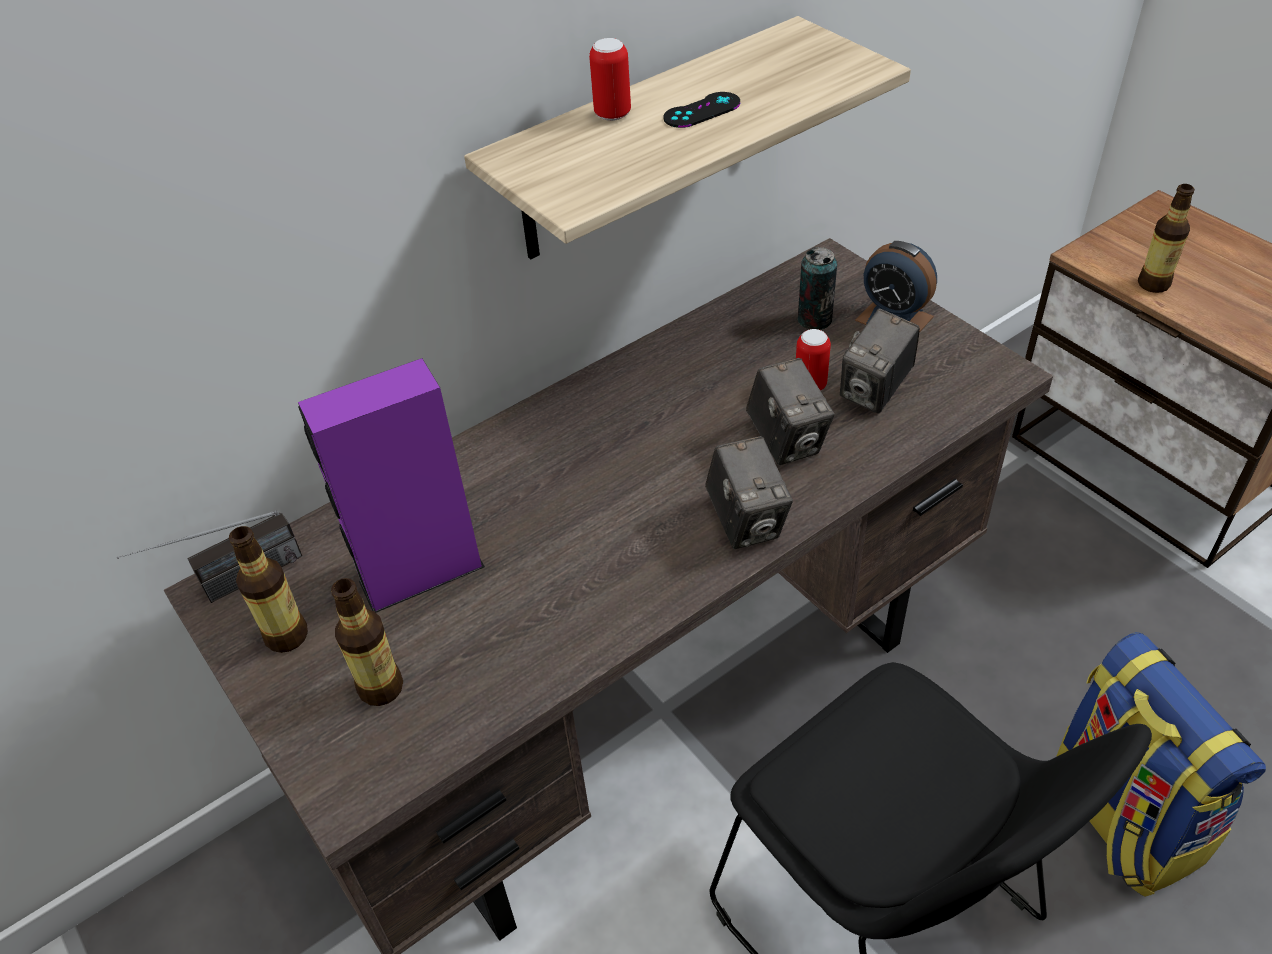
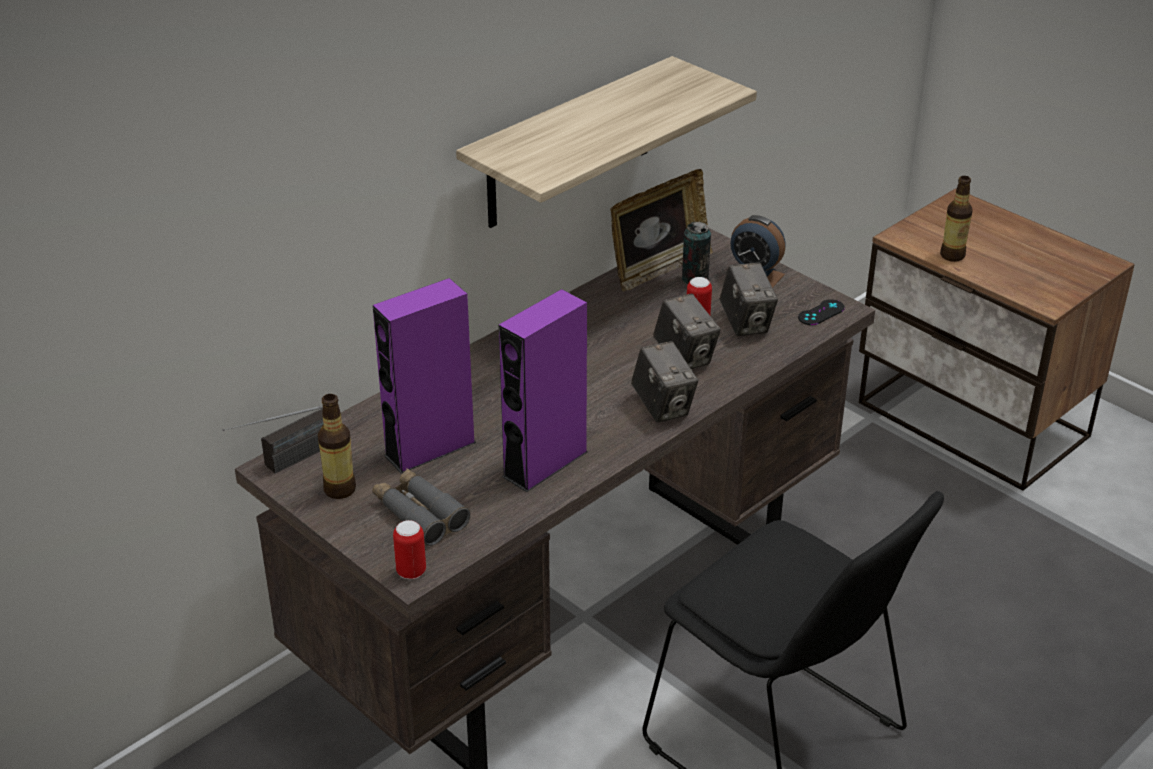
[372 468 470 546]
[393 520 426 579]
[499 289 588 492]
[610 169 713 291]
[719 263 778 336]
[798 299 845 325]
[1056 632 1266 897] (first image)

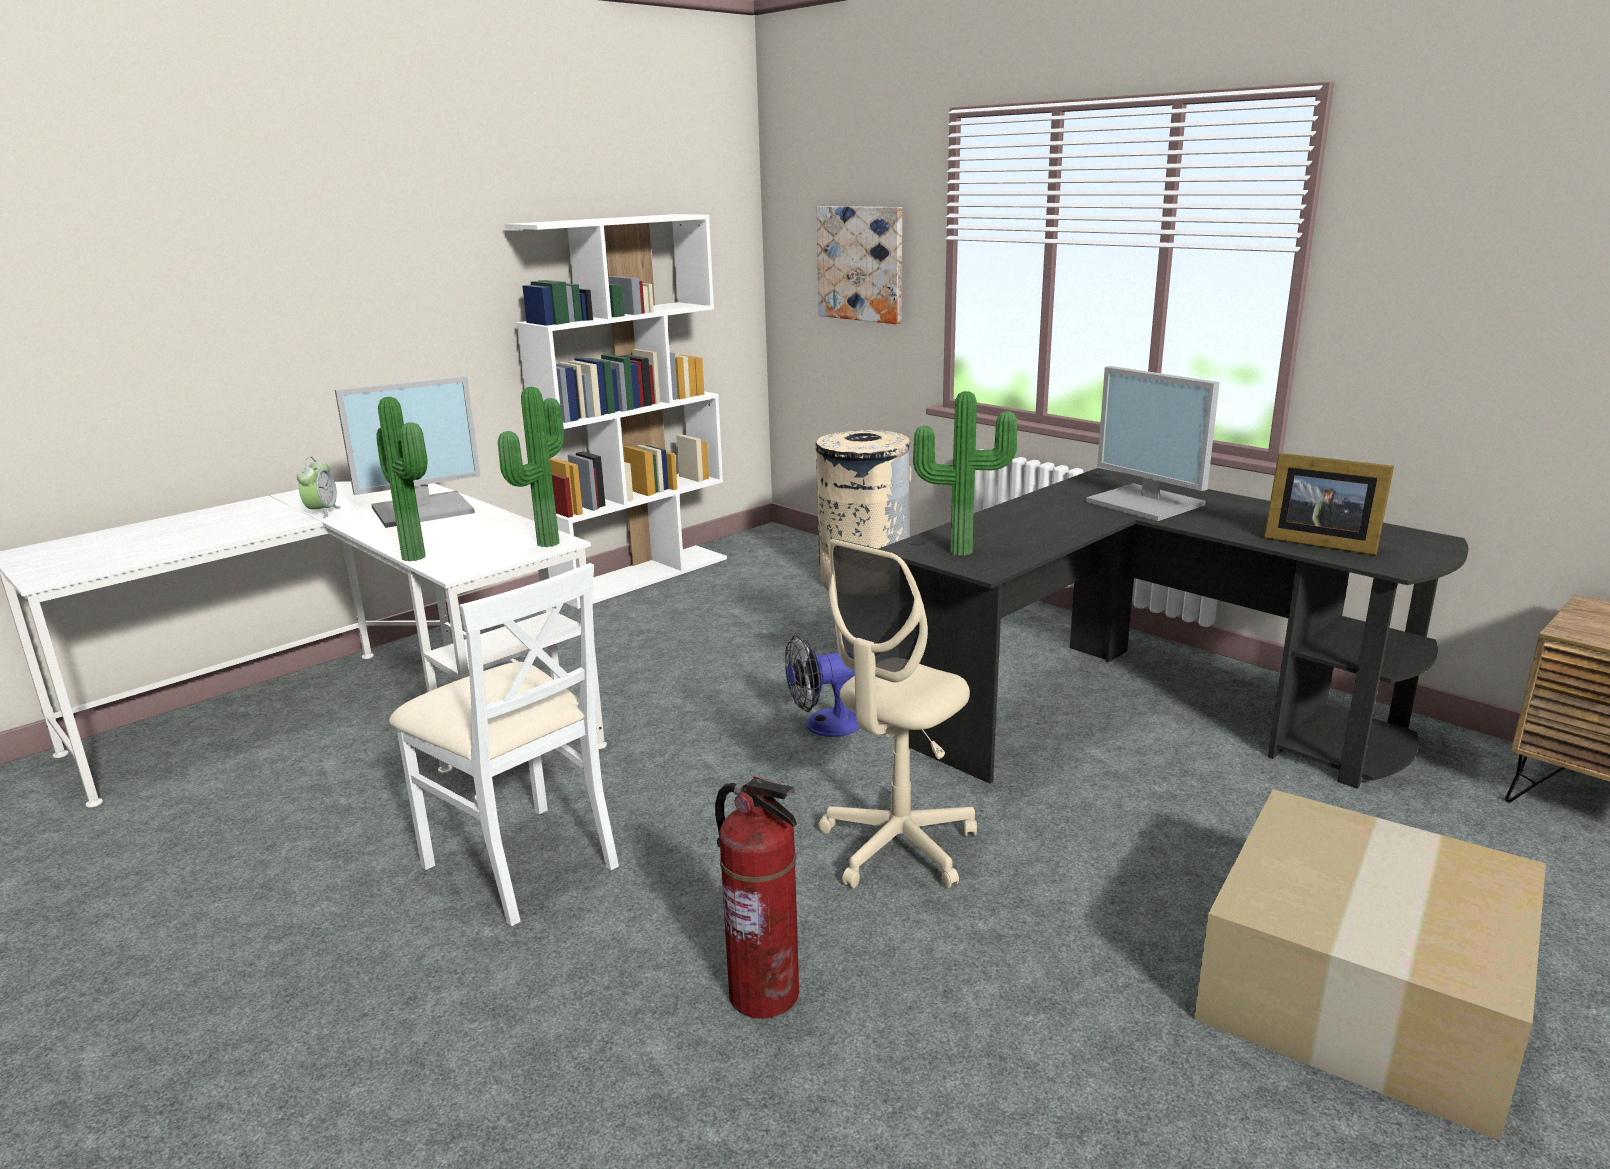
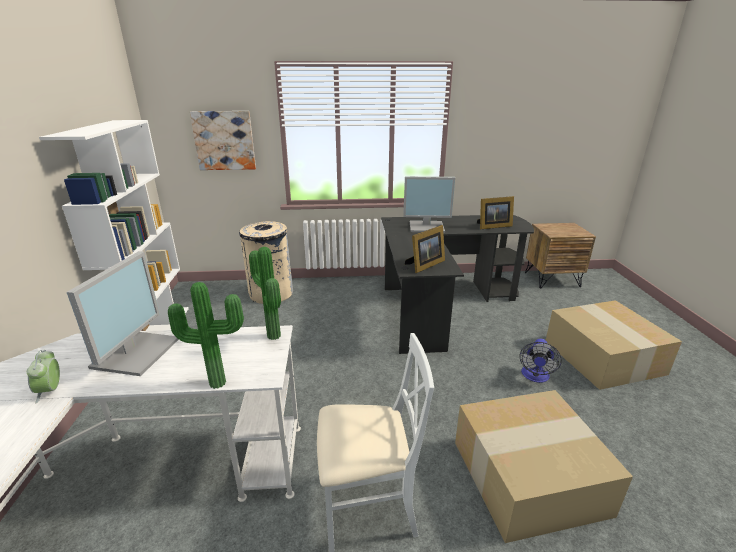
[27 350 60 403]
[405 225 445 273]
[455 390 633 543]
[520 339 562 383]
[819 539 977 889] (first image)

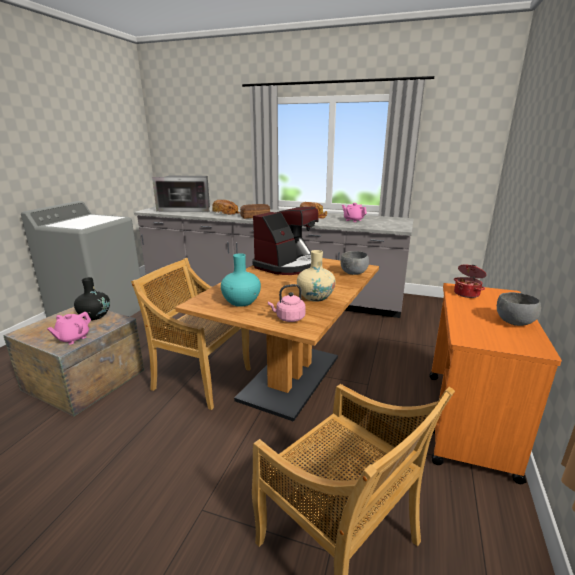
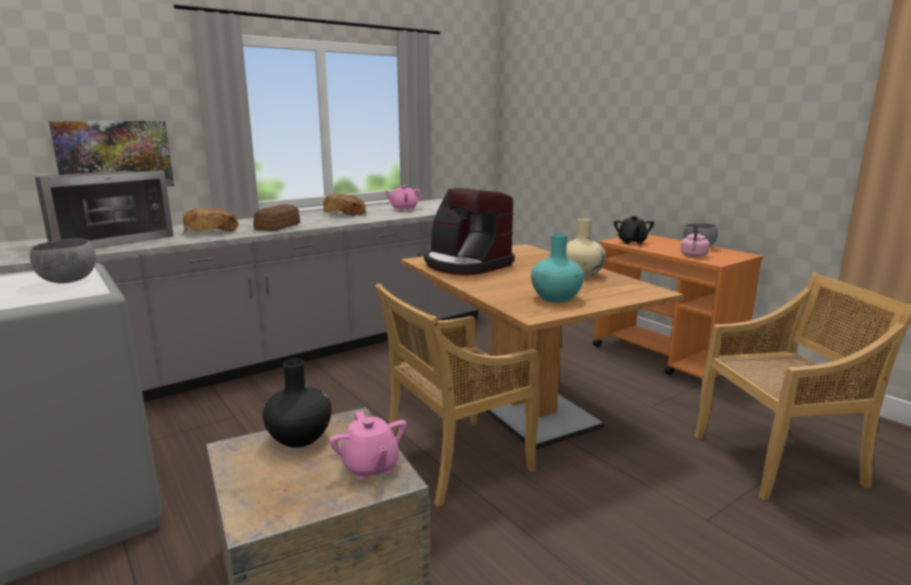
[30 239 96 283]
[49 121 174 186]
[424 188 515 275]
[614 216 654 244]
[680 222 710 257]

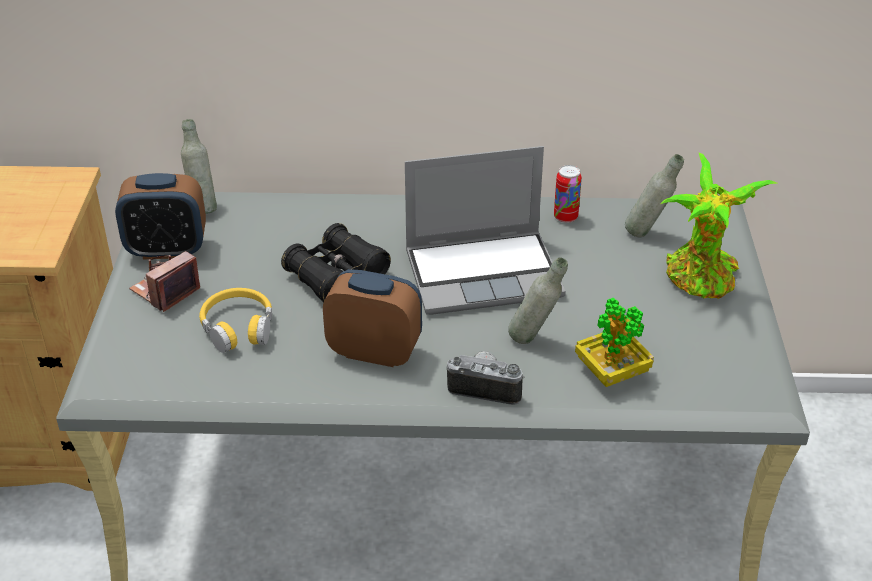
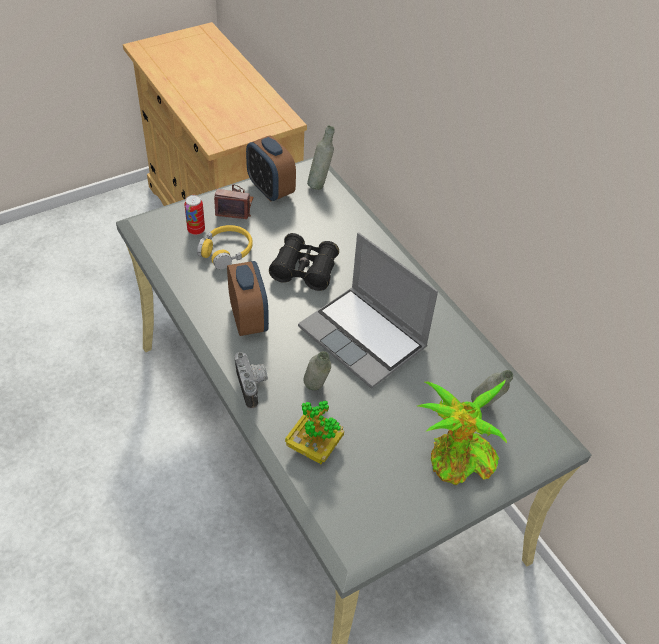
[185 195 205 235]

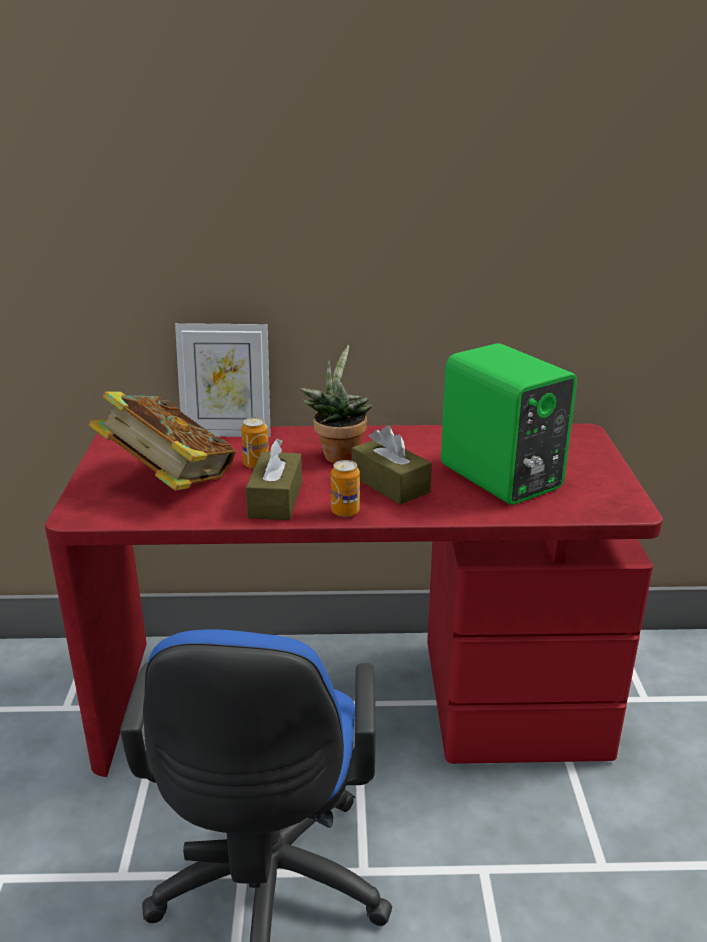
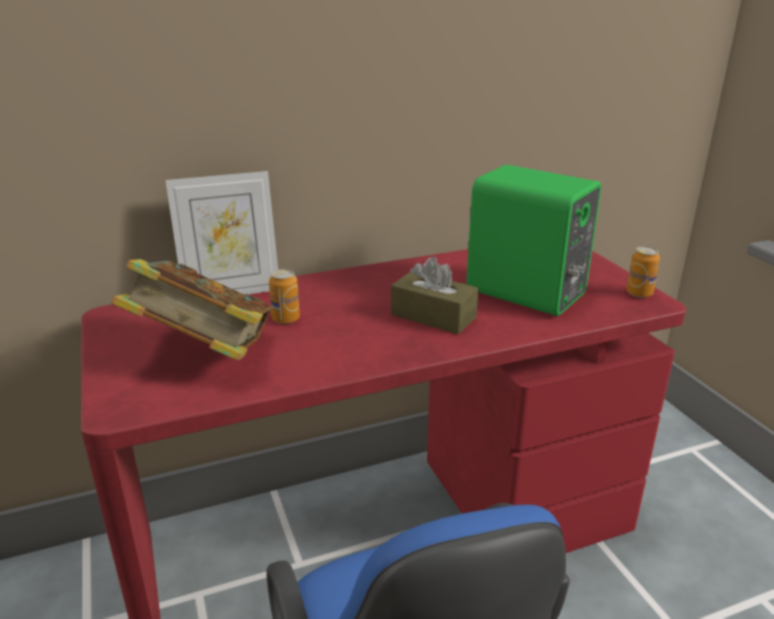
[626 246 660 298]
[246 438 302 520] (first image)
[300 345 372 463] (first image)

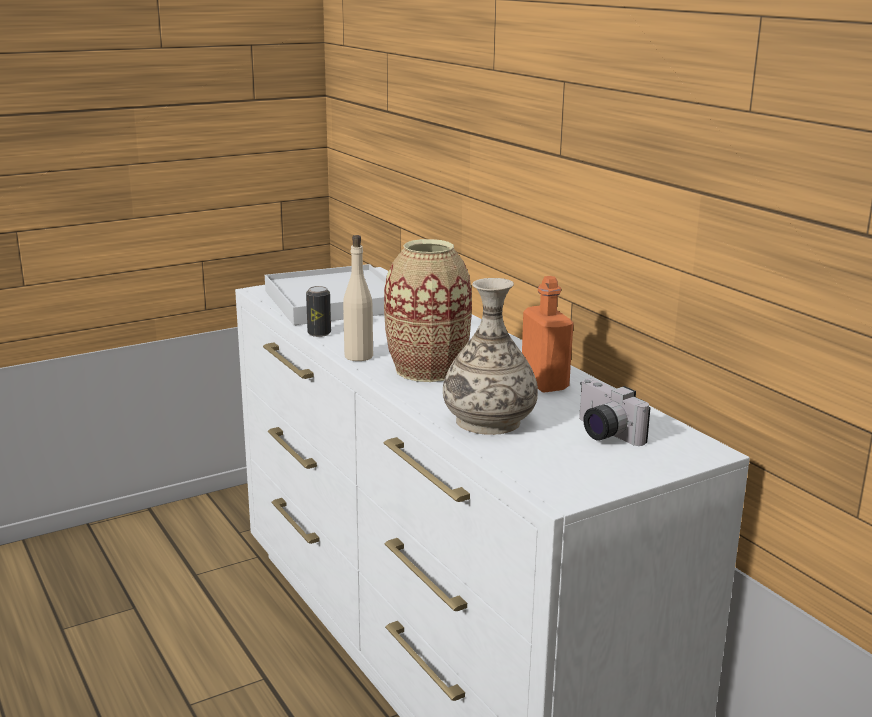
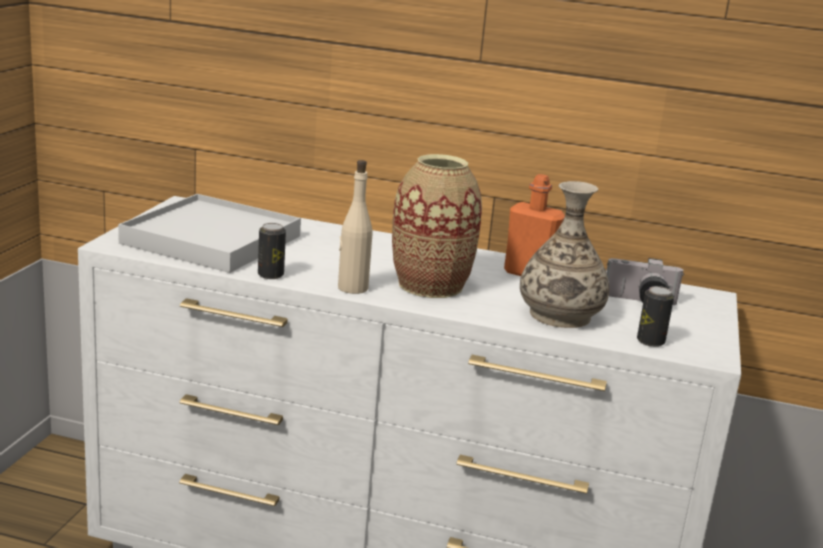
[637 286 674 347]

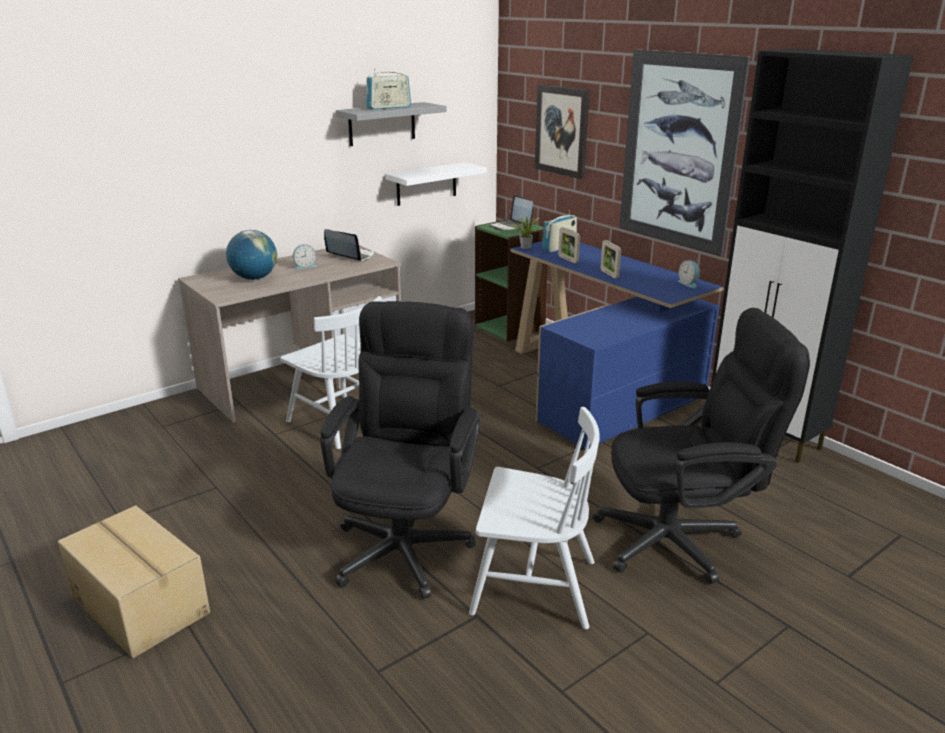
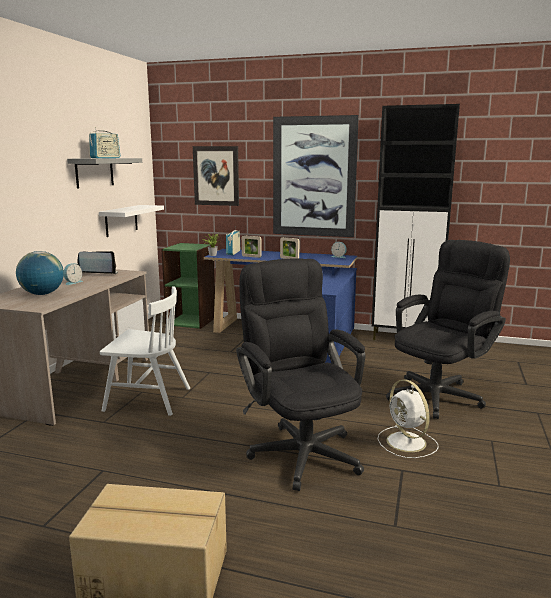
[378 379 439 458]
[489 195 533 231] (first image)

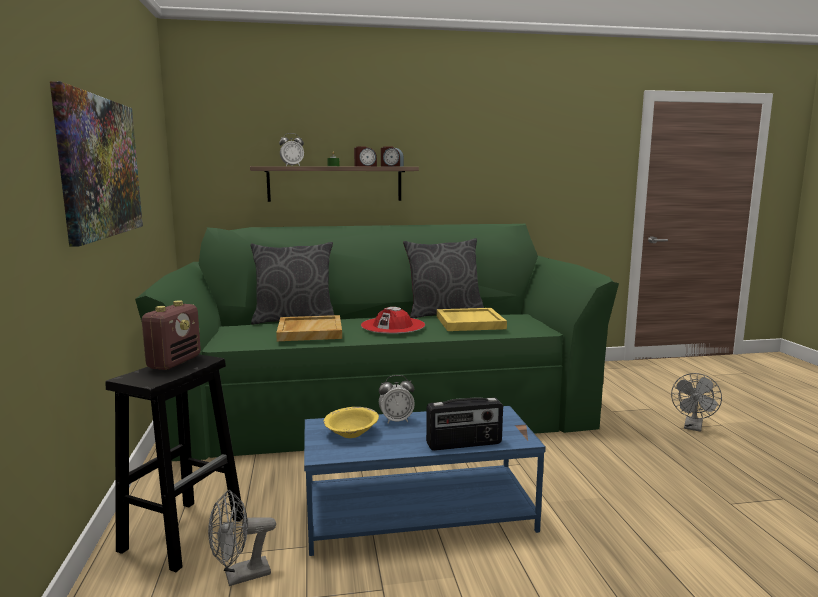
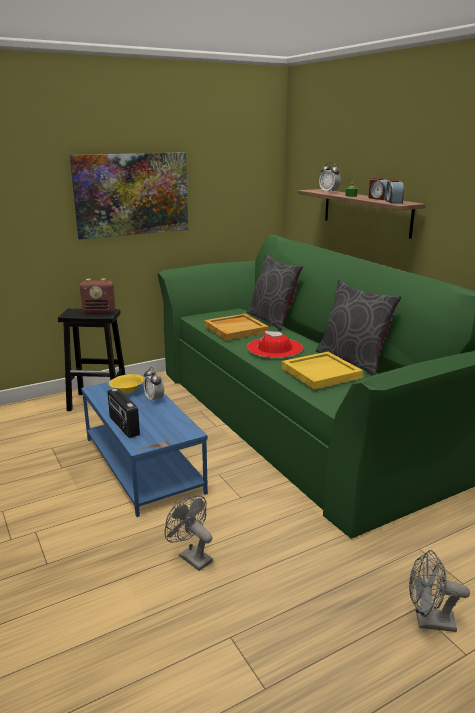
[164 495 213 571]

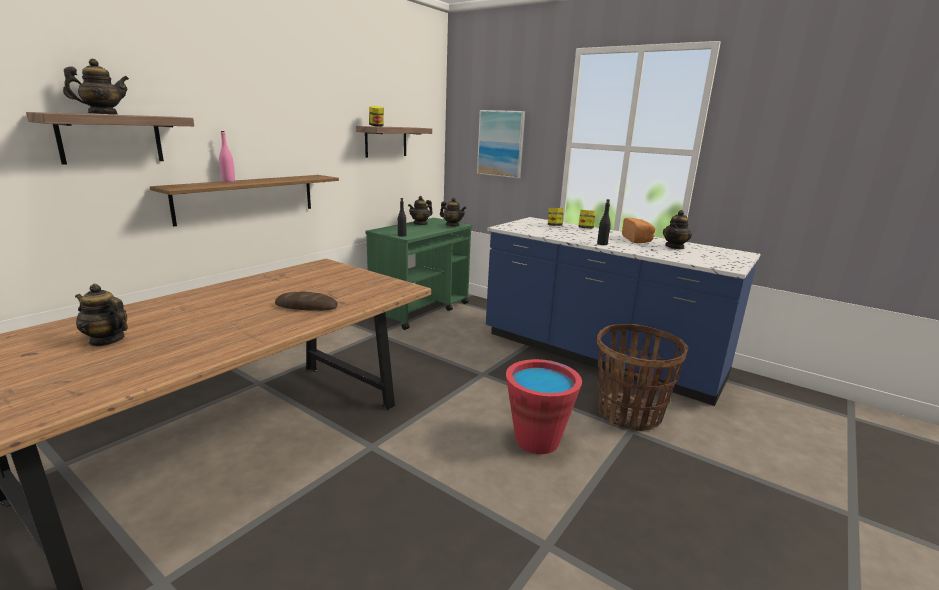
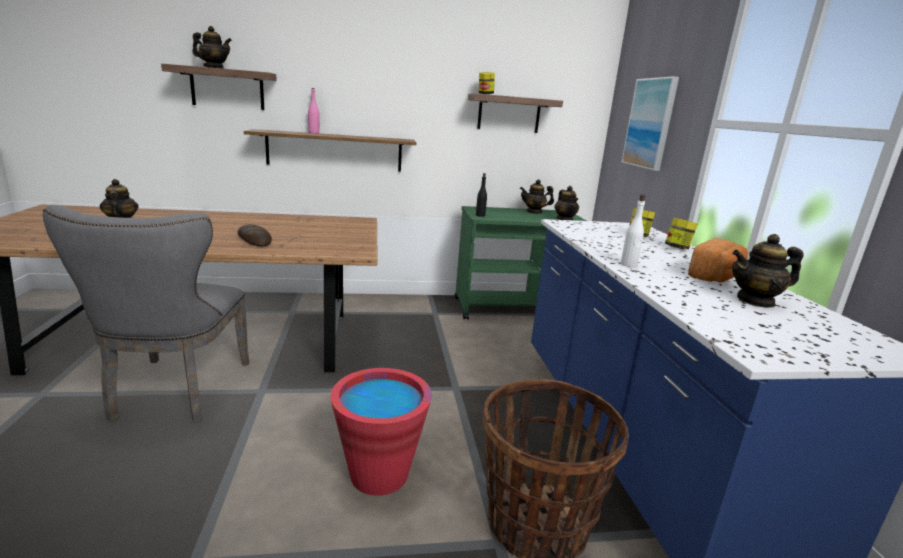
[43 205 249 423]
[621 195 645 267]

